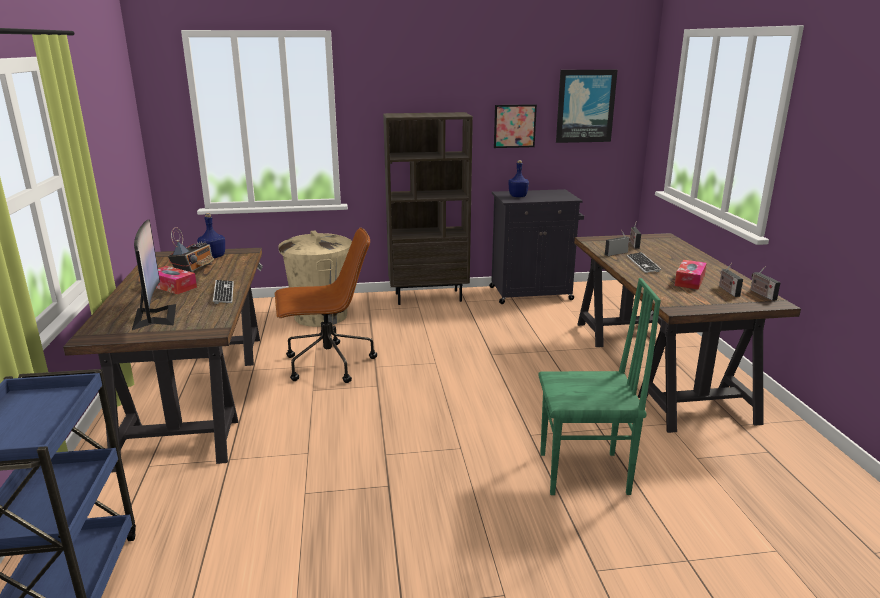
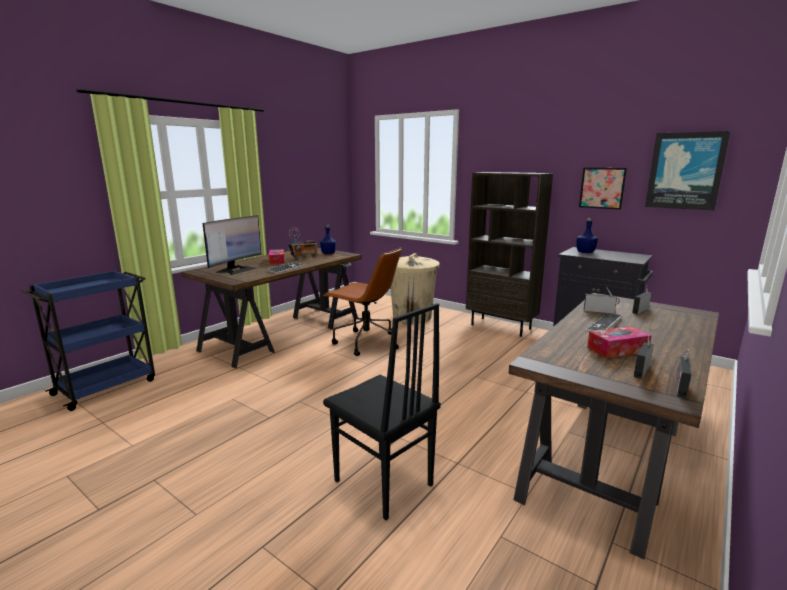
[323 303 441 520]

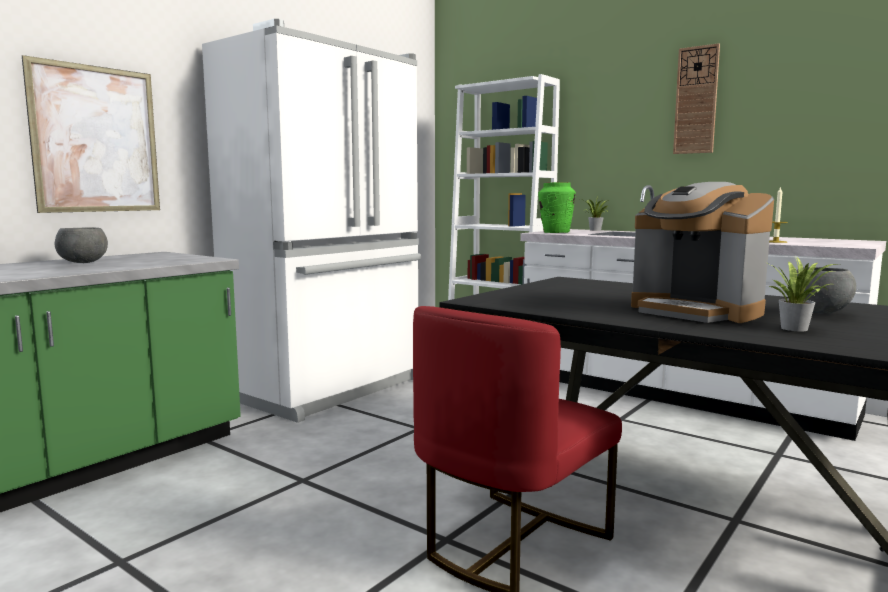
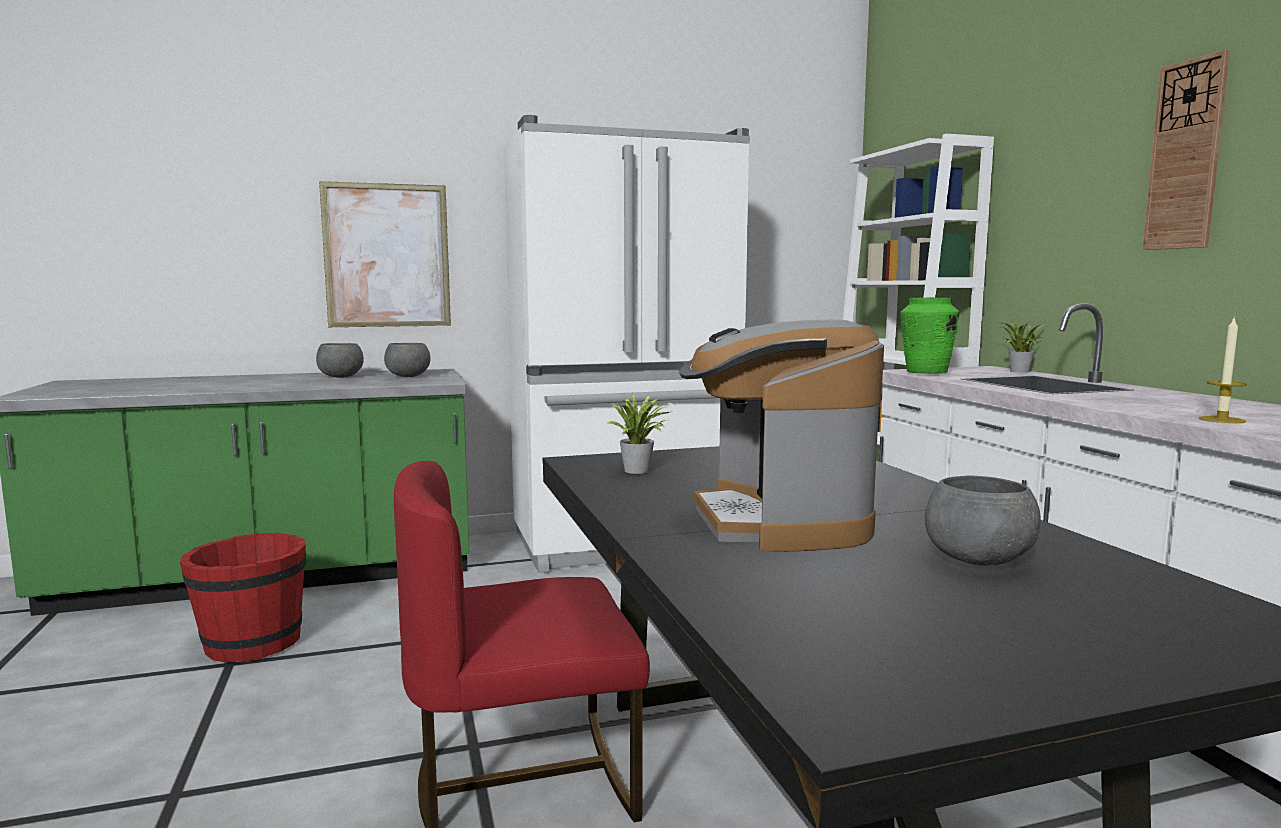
[180 533 306 663]
[384 343 430 377]
[608 393 674 474]

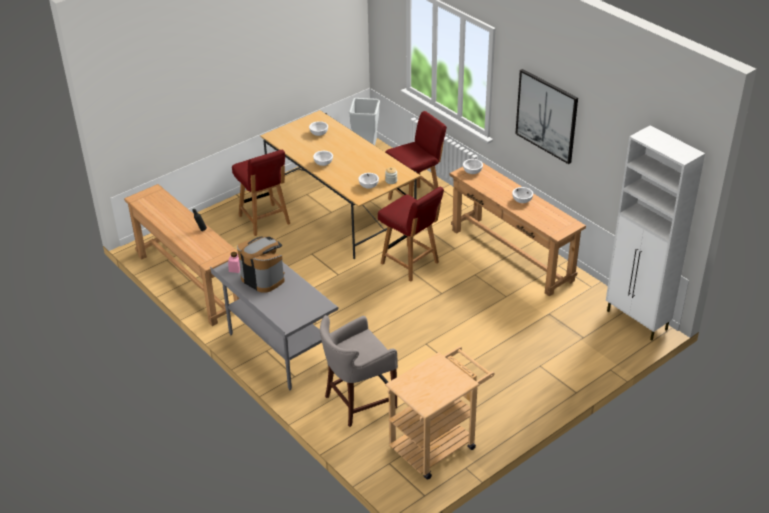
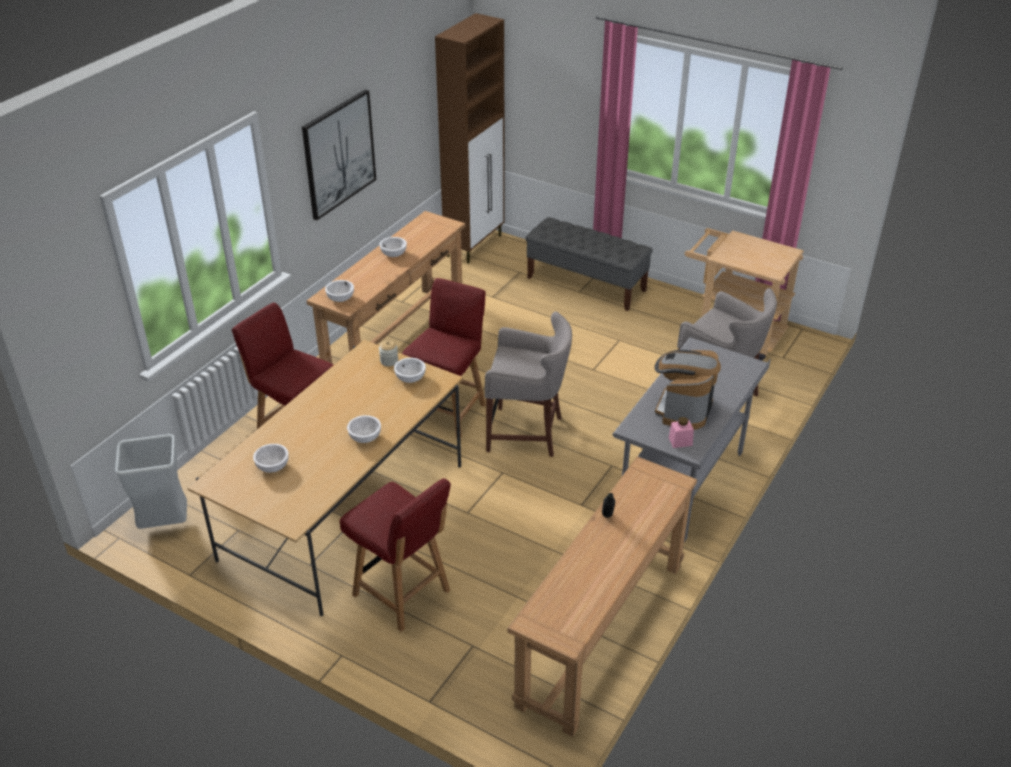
[340 478 451 632]
[435 13 504 264]
[485 311 572 457]
[525 217 653 311]

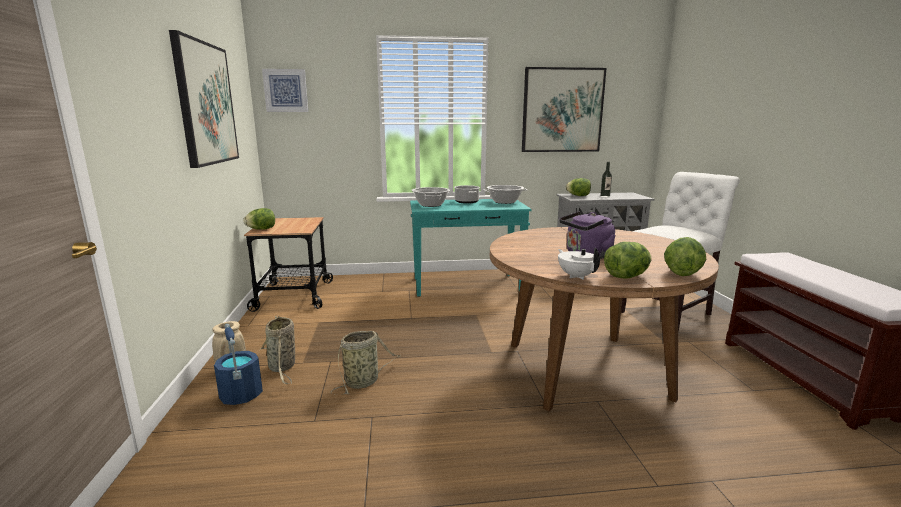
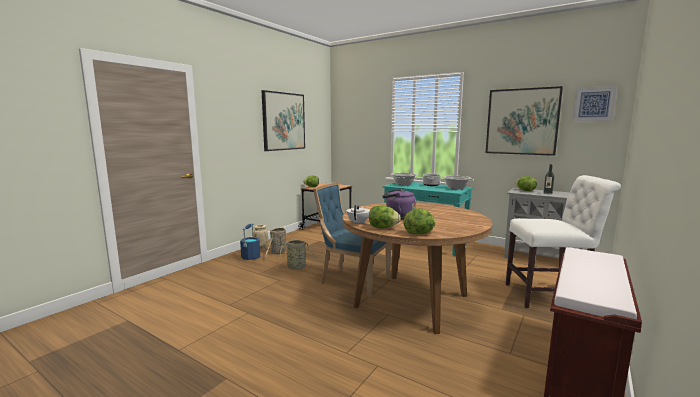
[313 182 391 298]
[573 86 617 121]

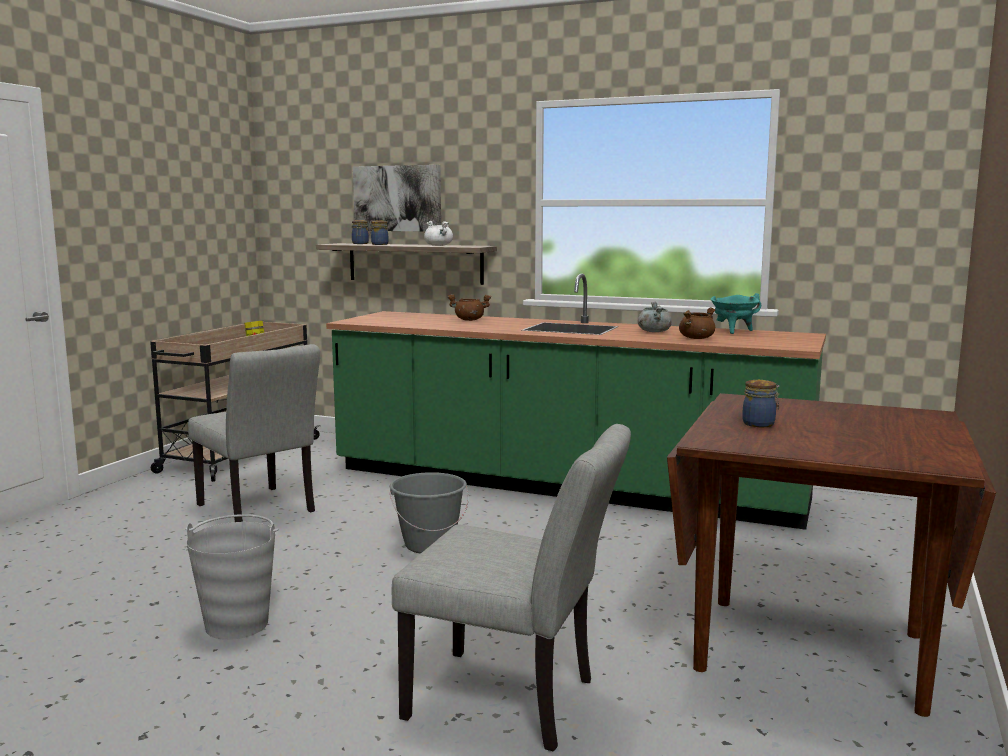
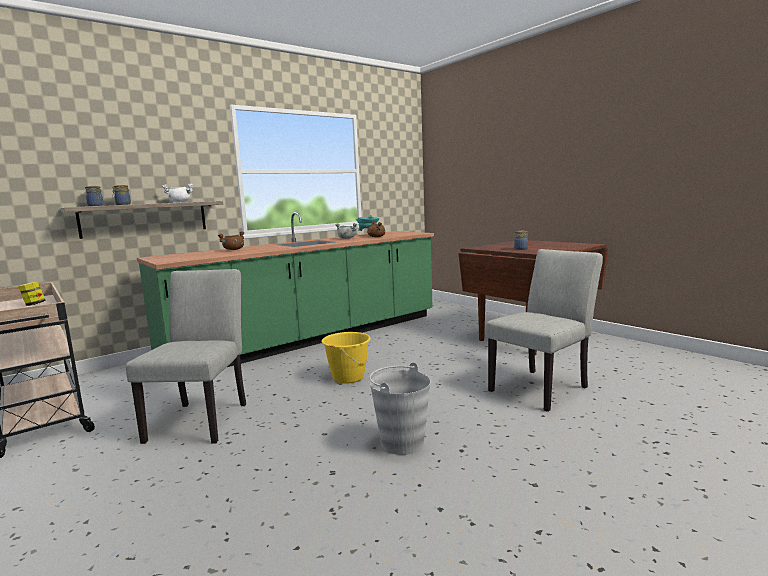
[126 269 246 444]
[322 332 371 384]
[353 165 441 231] (first image)

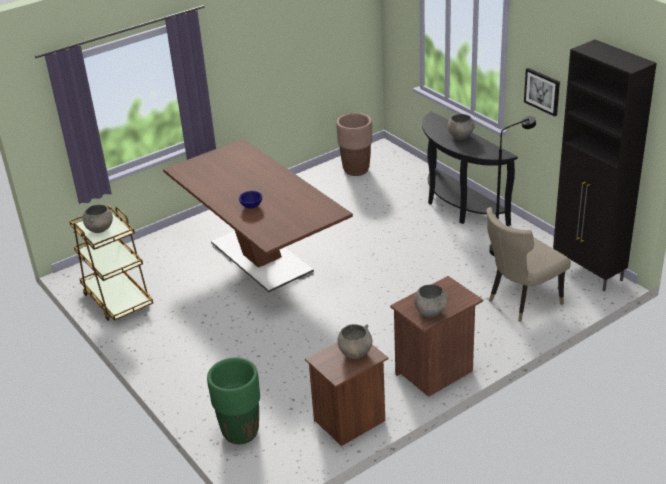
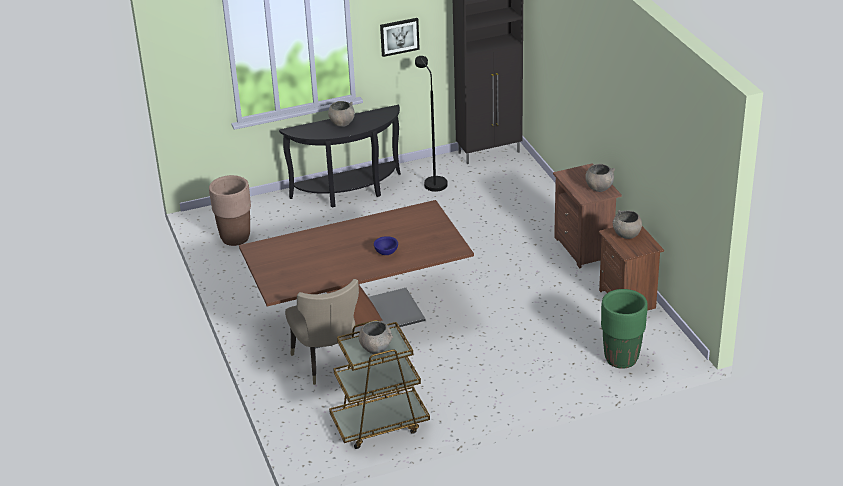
[285 279 359 385]

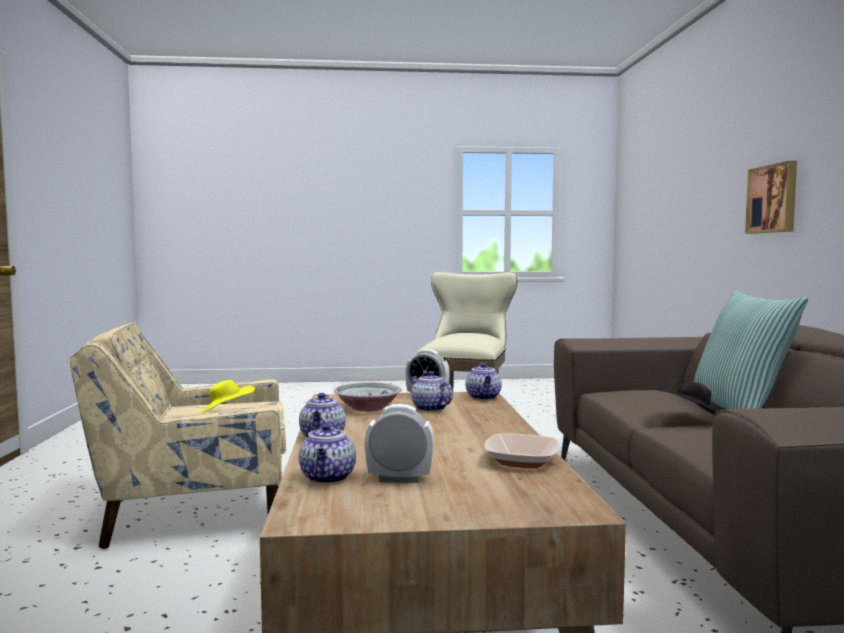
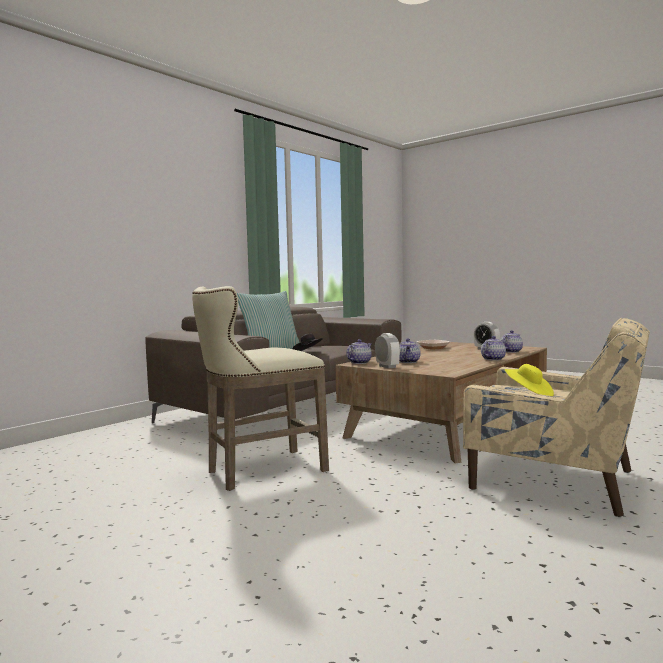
[334 382 402 412] (first image)
[745 161 797 234] (first image)

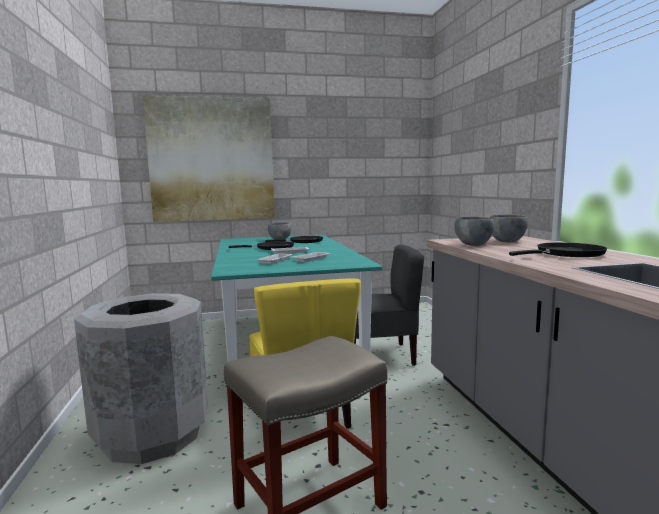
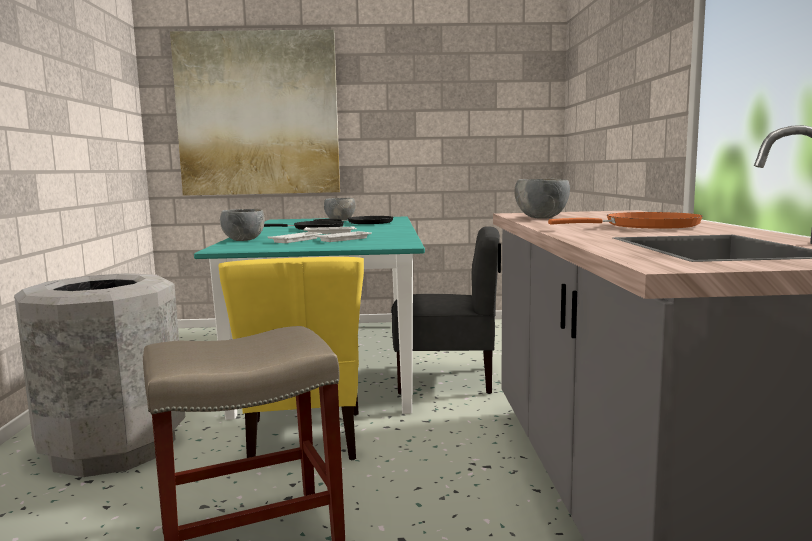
[220 209 265 241]
[548 212 703 229]

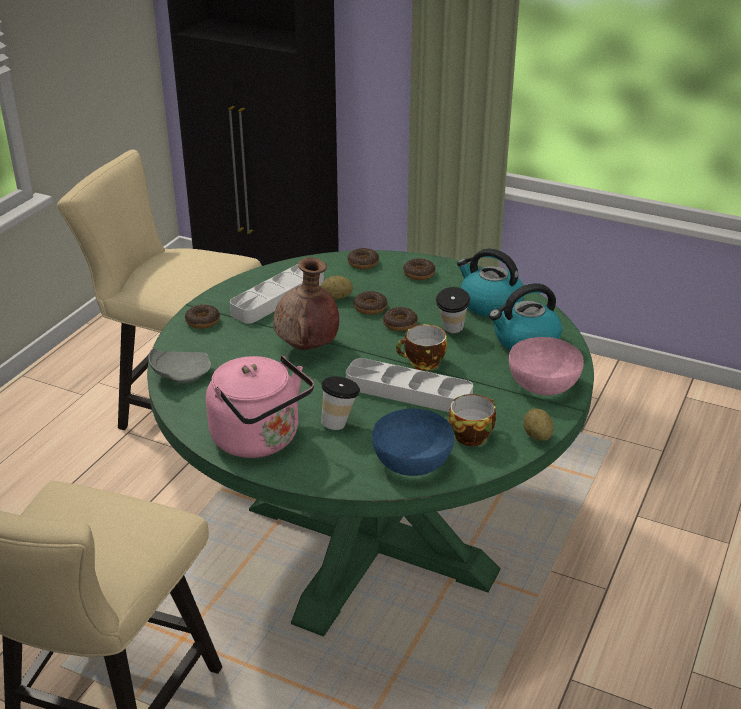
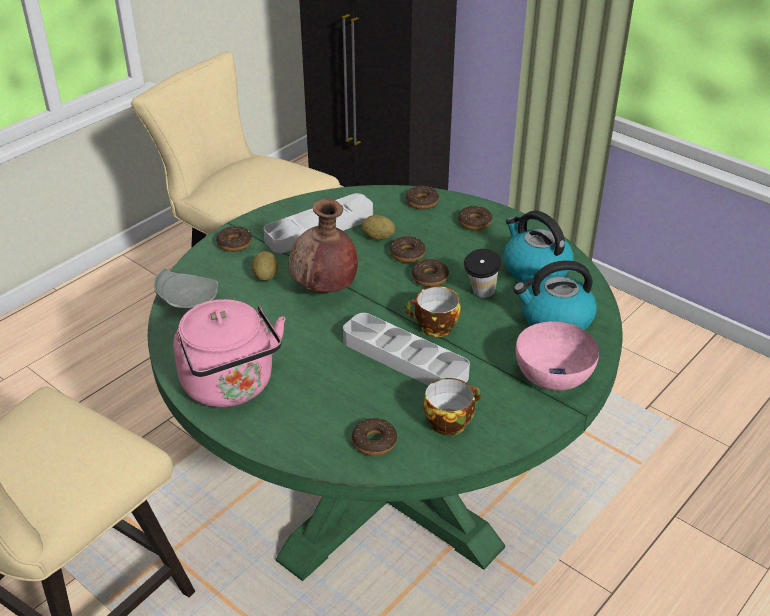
[252 251 278 281]
[352 418 397 456]
[321 376 360 430] (first image)

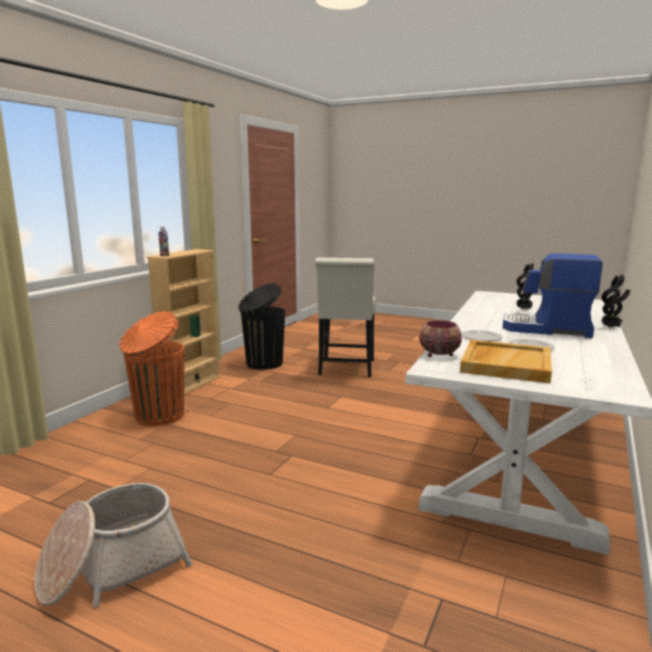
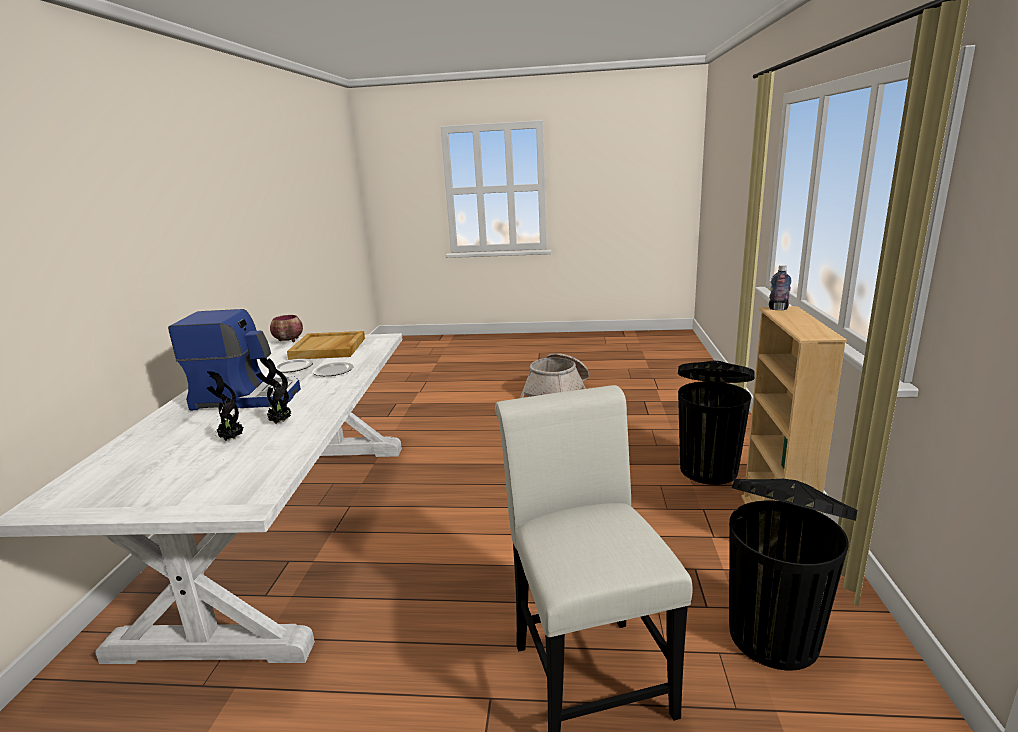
[256 358 291 424]
[270 315 303 342]
[678 361 754 485]

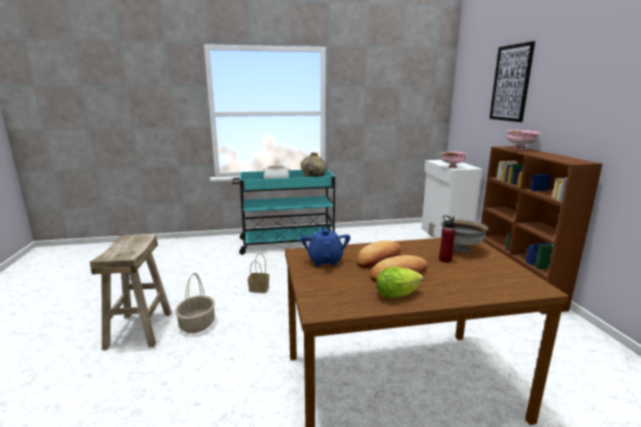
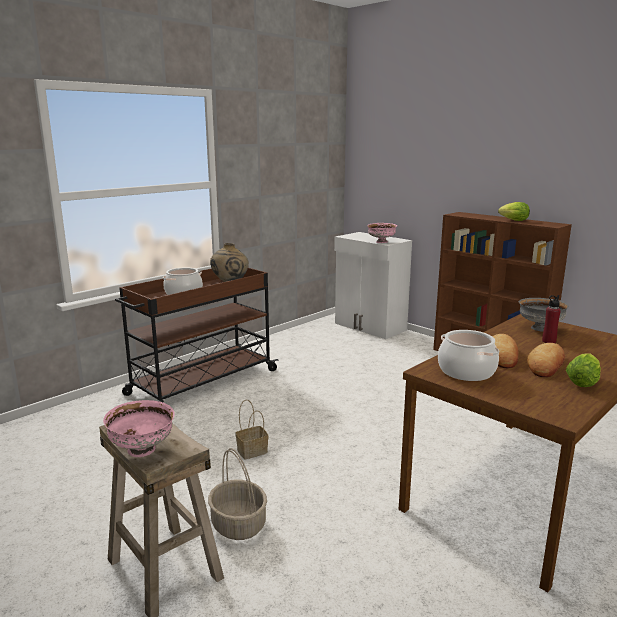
[103 400 175 457]
[115 268 278 403]
[438 330 499 381]
[498 202 530 221]
[489 41 535 122] (first image)

